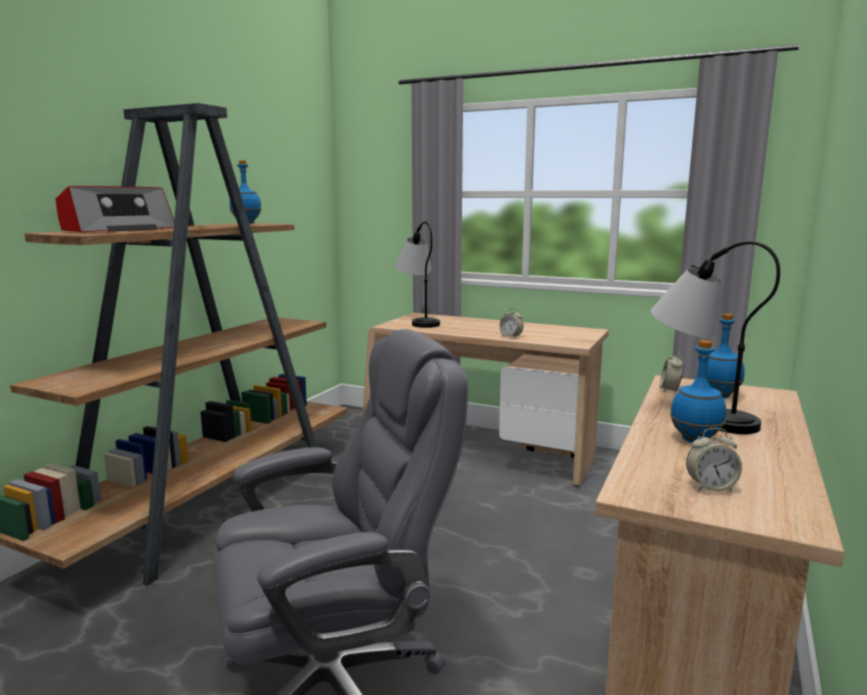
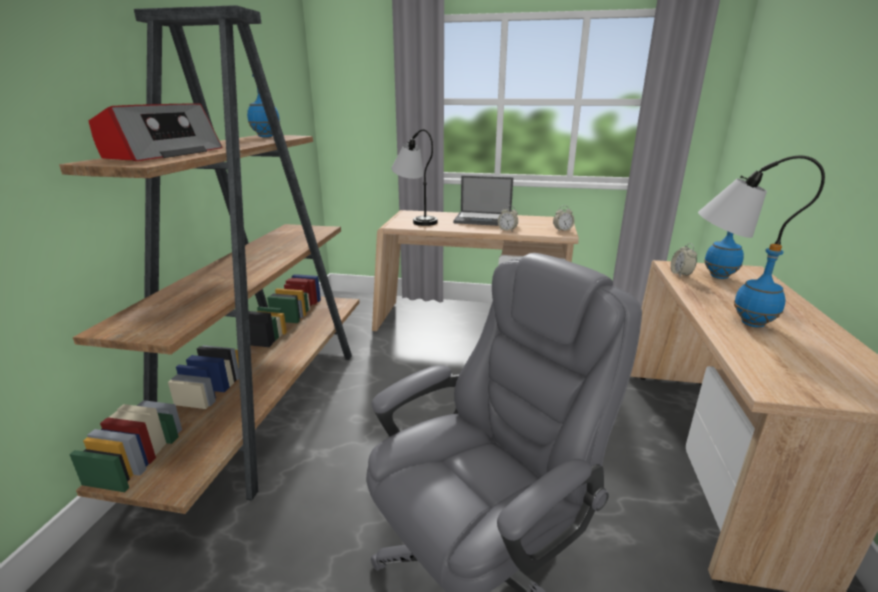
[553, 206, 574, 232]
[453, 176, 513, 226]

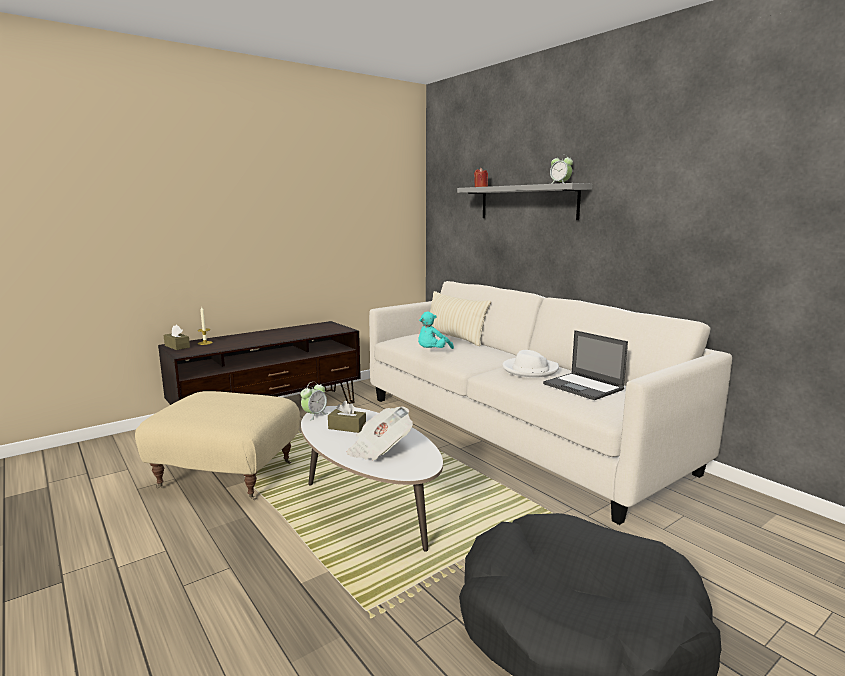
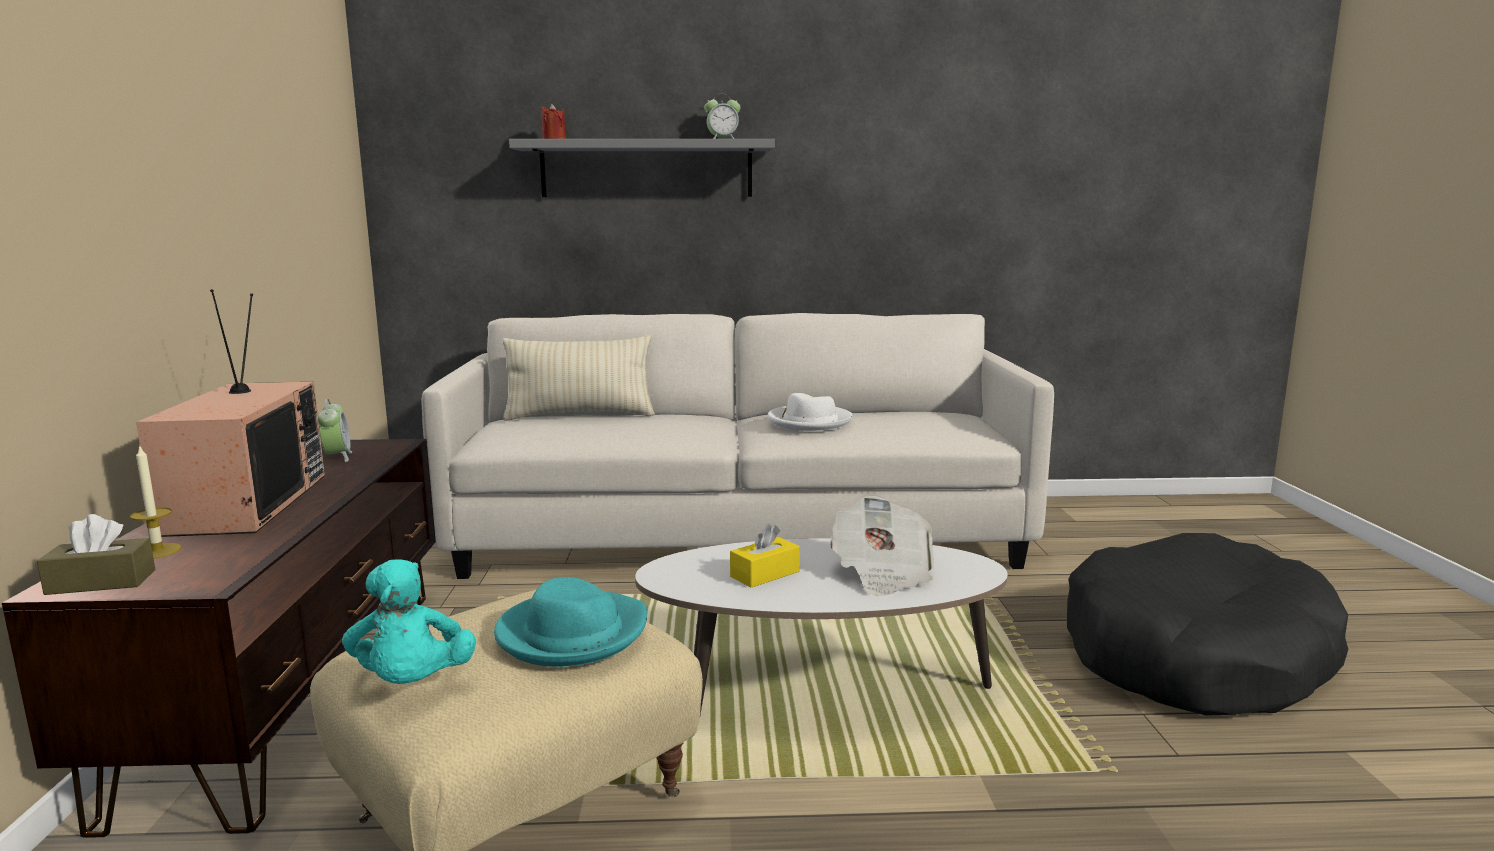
[318, 399, 352, 462]
[730, 523, 800, 587]
[342, 559, 476, 684]
[543, 330, 628, 400] (first image)
[136, 289, 325, 537]
[494, 577, 647, 667]

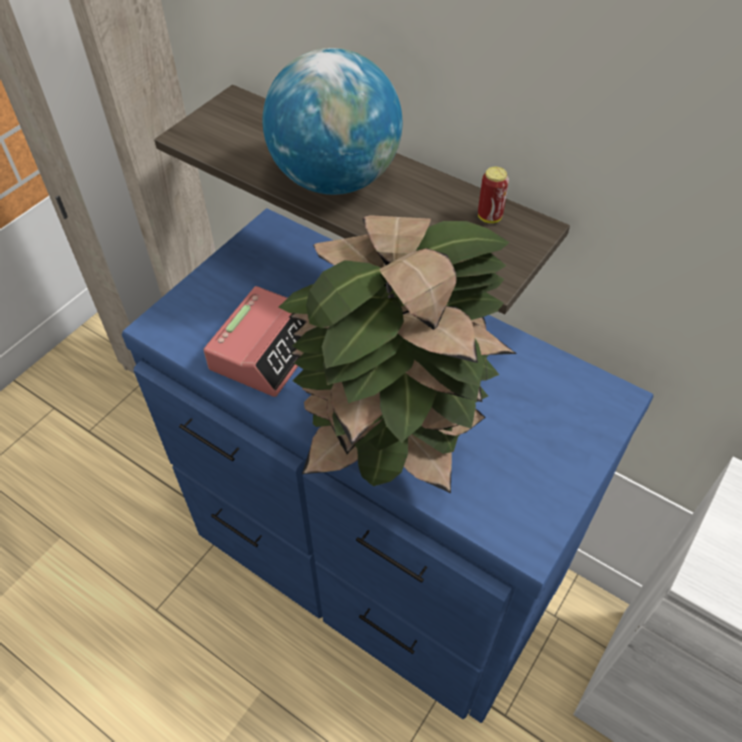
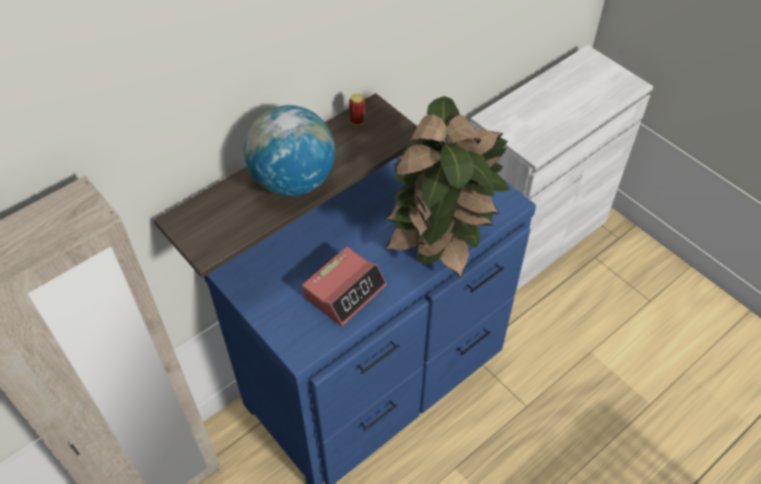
[302, 247, 386, 326]

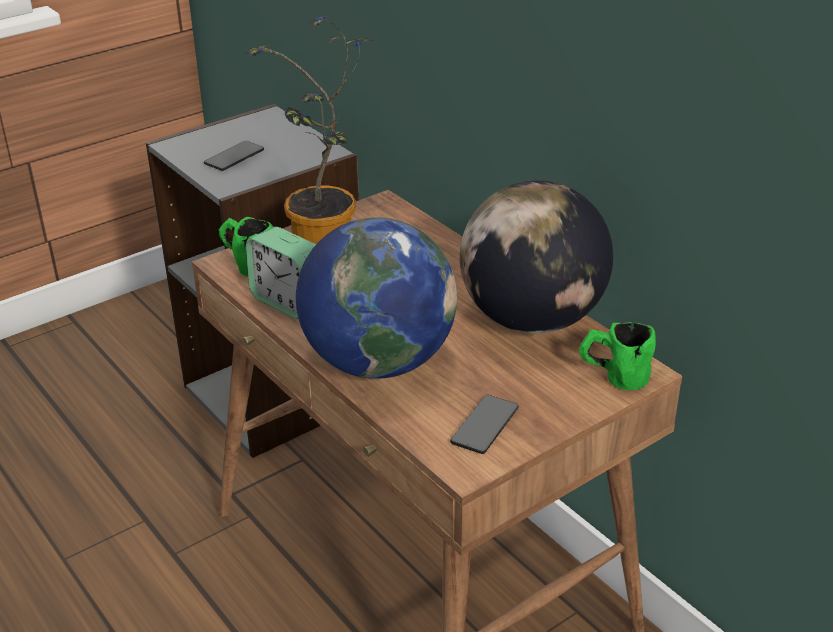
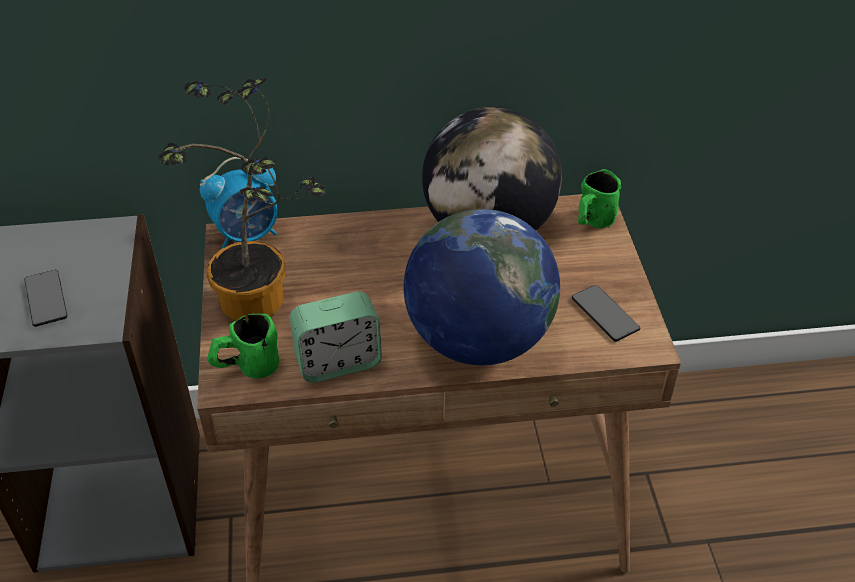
[200, 157, 277, 249]

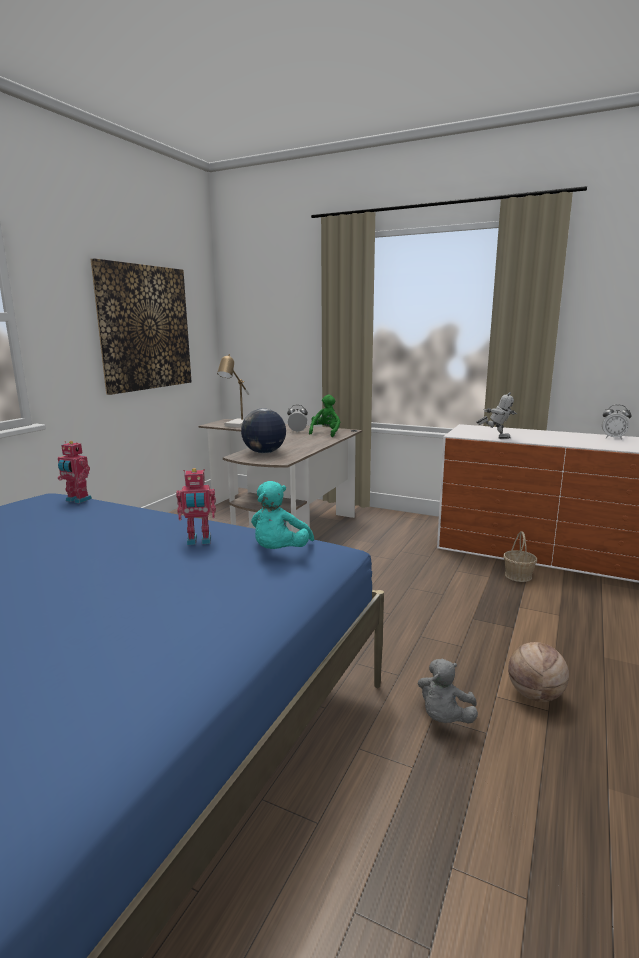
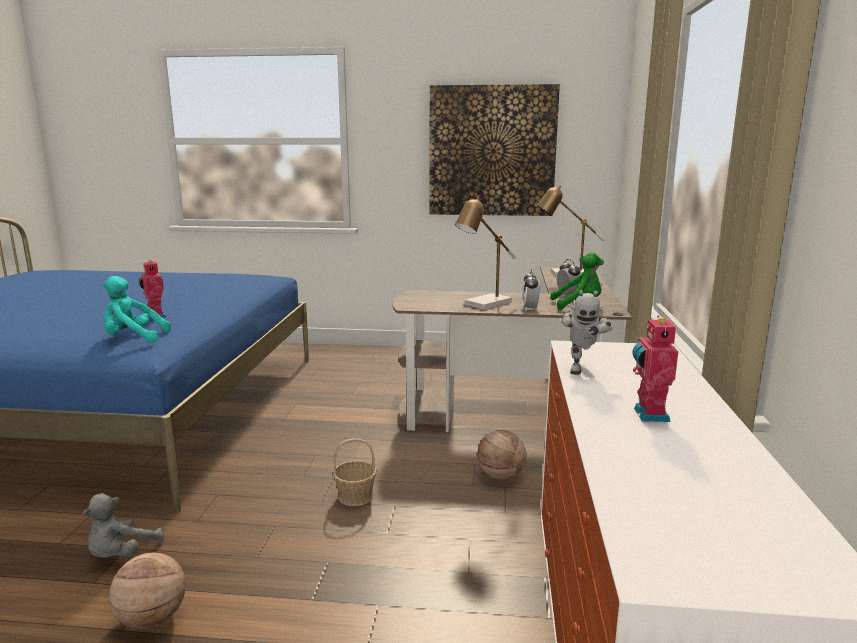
[632, 315, 678, 422]
[241, 408, 286, 454] (first image)
[82, 493, 165, 558]
[333, 438, 377, 506]
[522, 270, 540, 311]
[455, 197, 516, 310]
[477, 430, 526, 480]

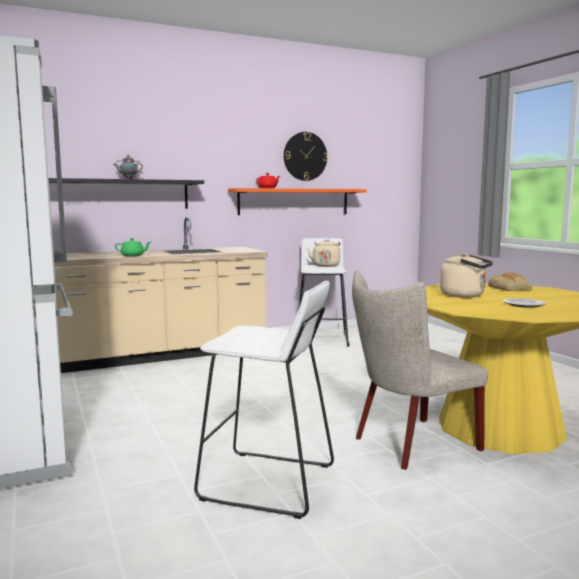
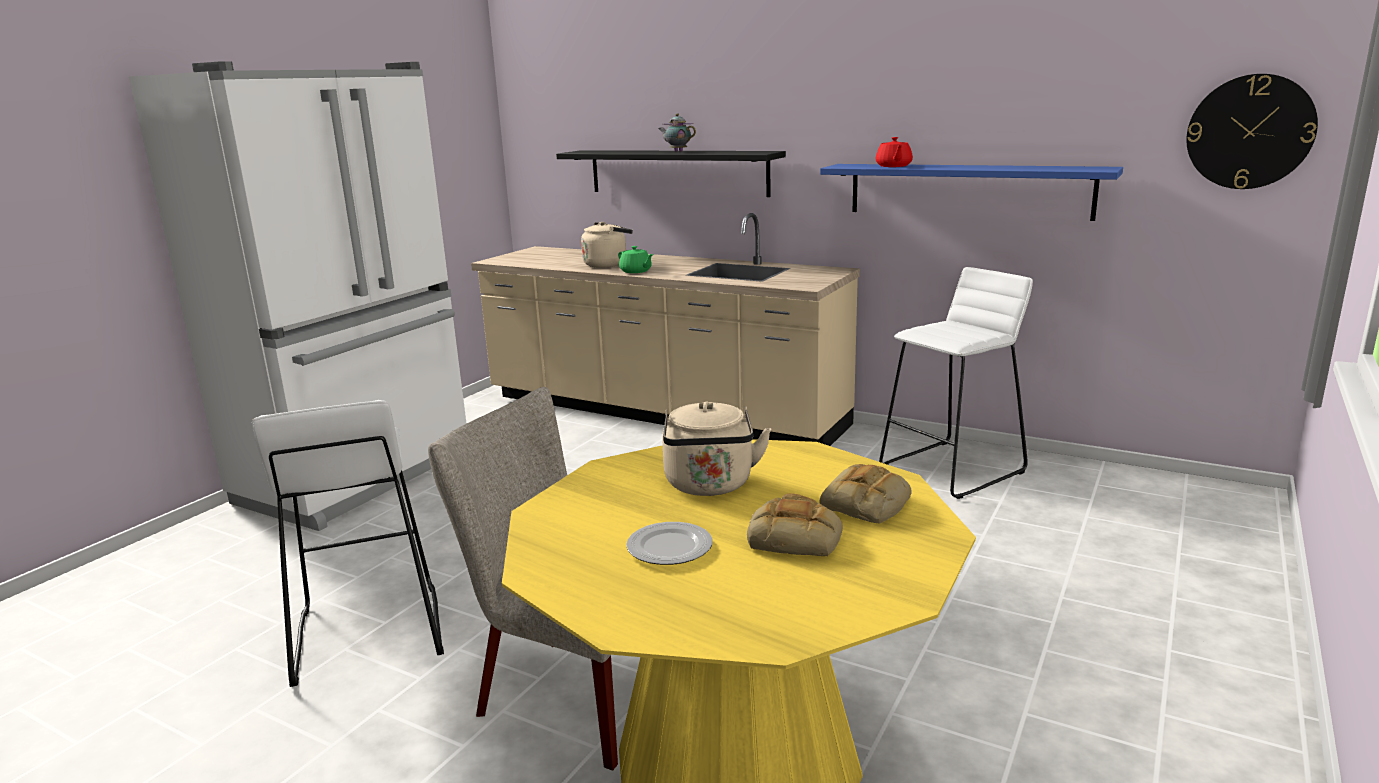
[820, 164, 1123, 221]
[1186, 74, 1318, 189]
[581, 222, 633, 268]
[747, 493, 843, 557]

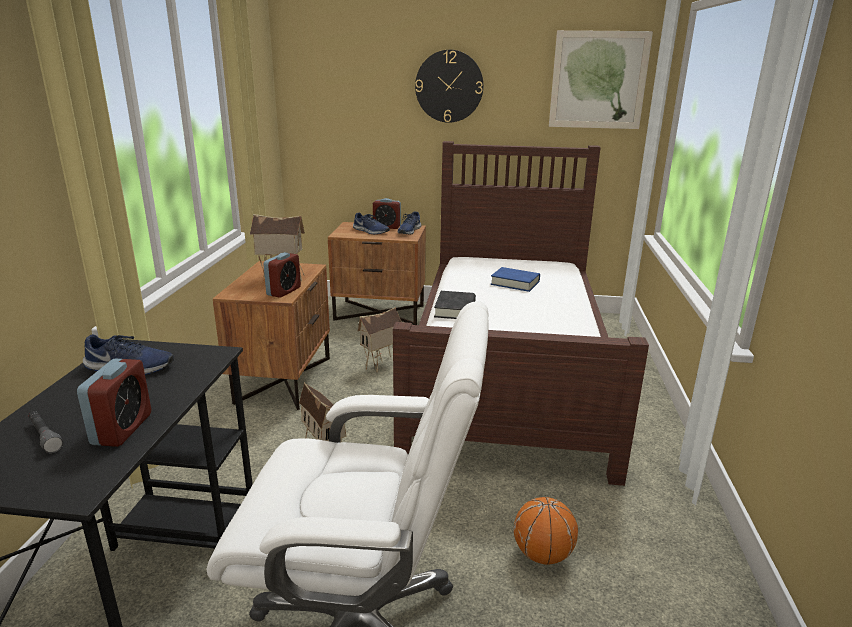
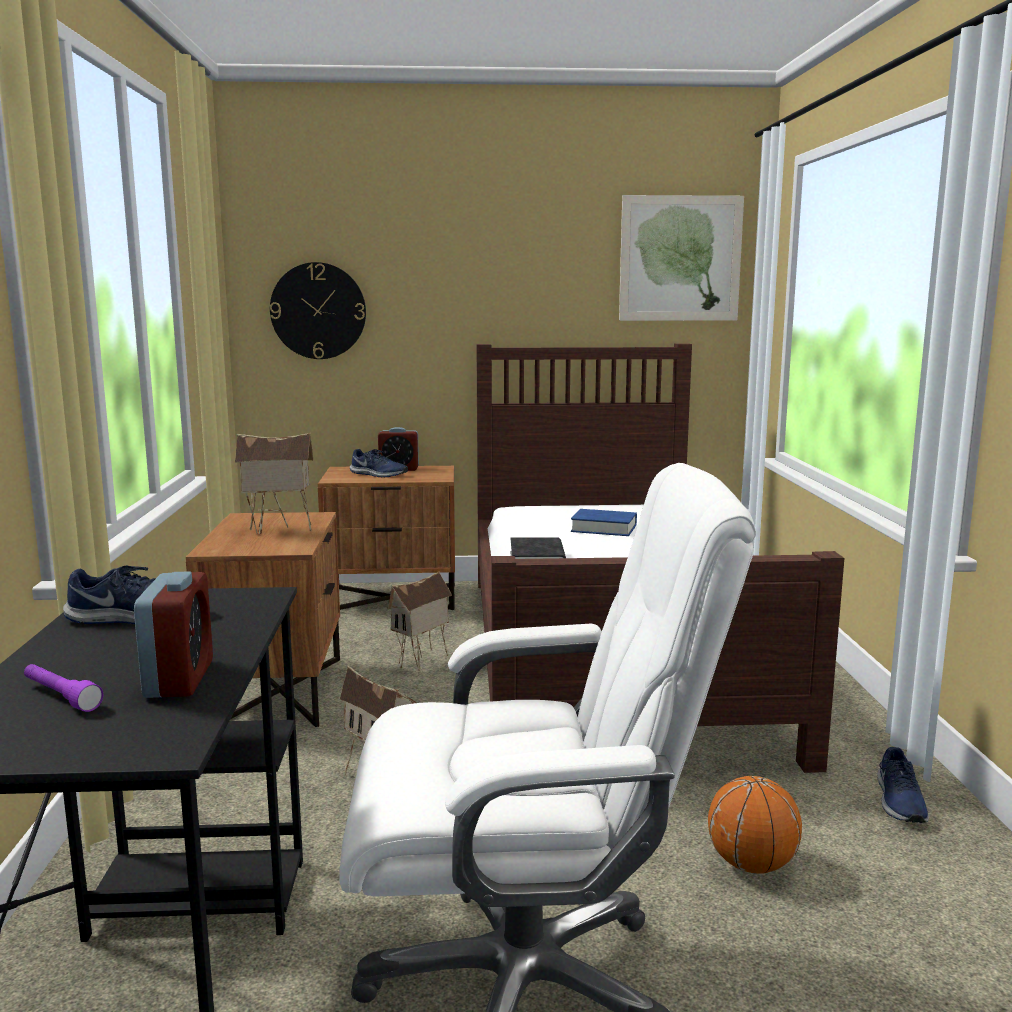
[24, 664, 103, 712]
[263, 252, 301, 298] (first image)
[877, 747, 929, 823]
[270, 262, 366, 359]

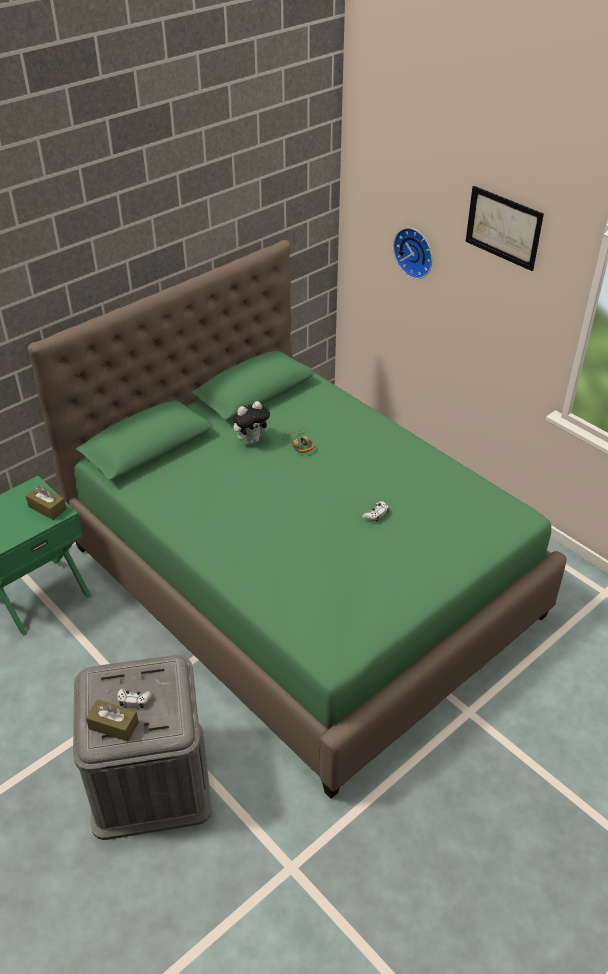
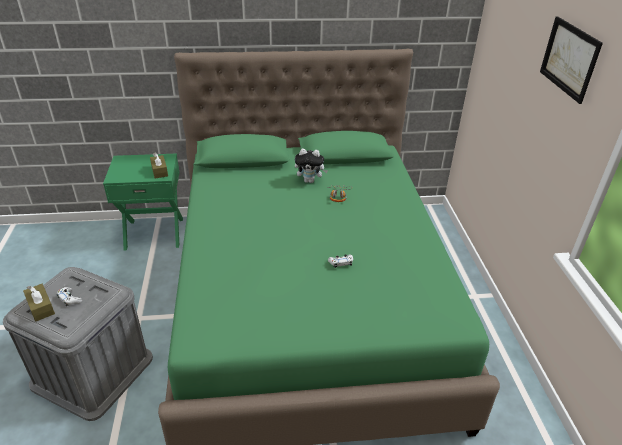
[393, 228, 432, 279] (first image)

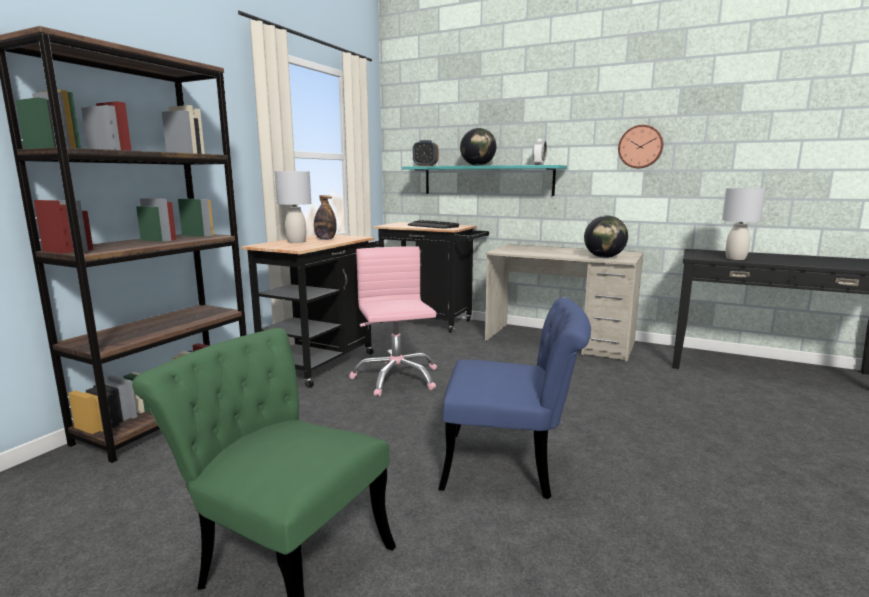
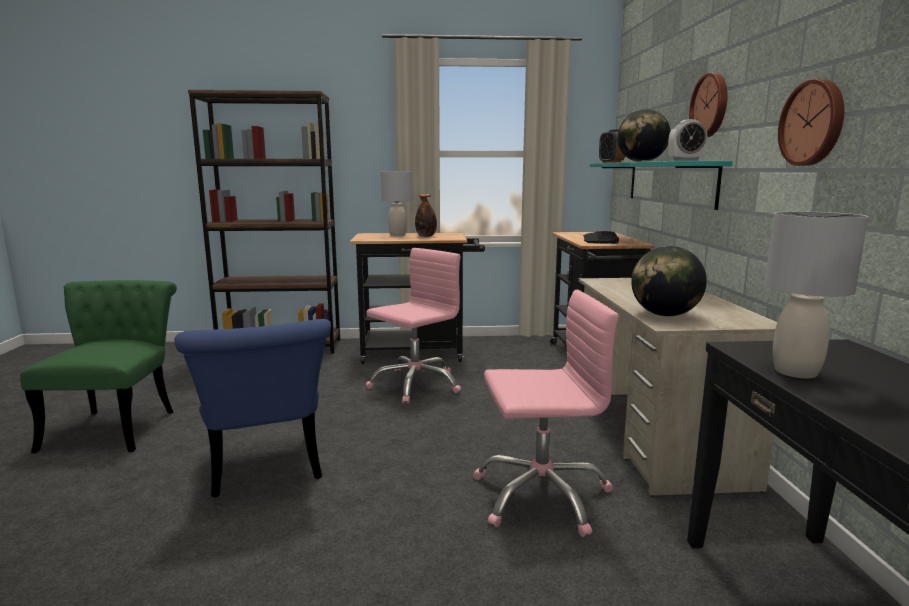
[473, 290, 619, 537]
[689, 73, 728, 137]

